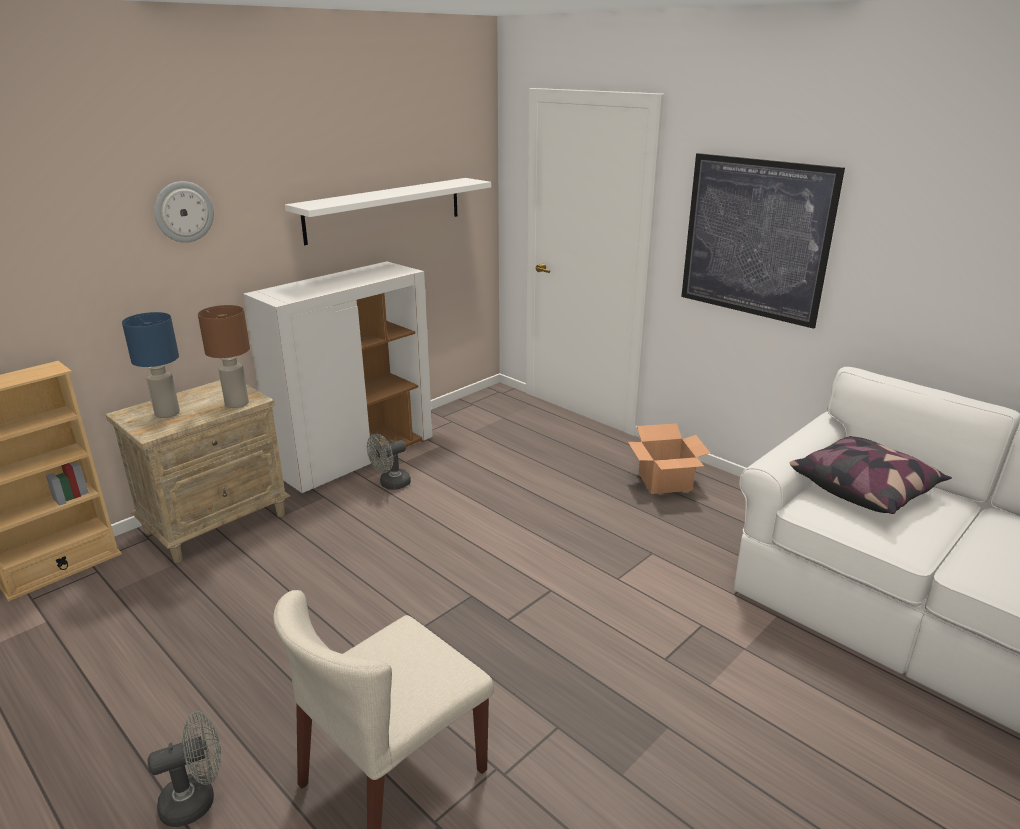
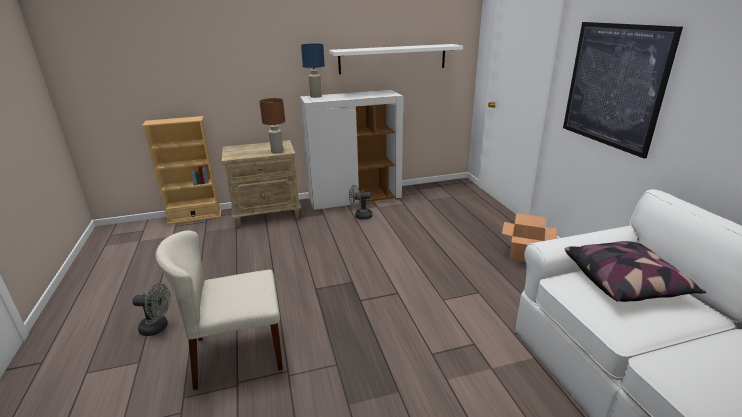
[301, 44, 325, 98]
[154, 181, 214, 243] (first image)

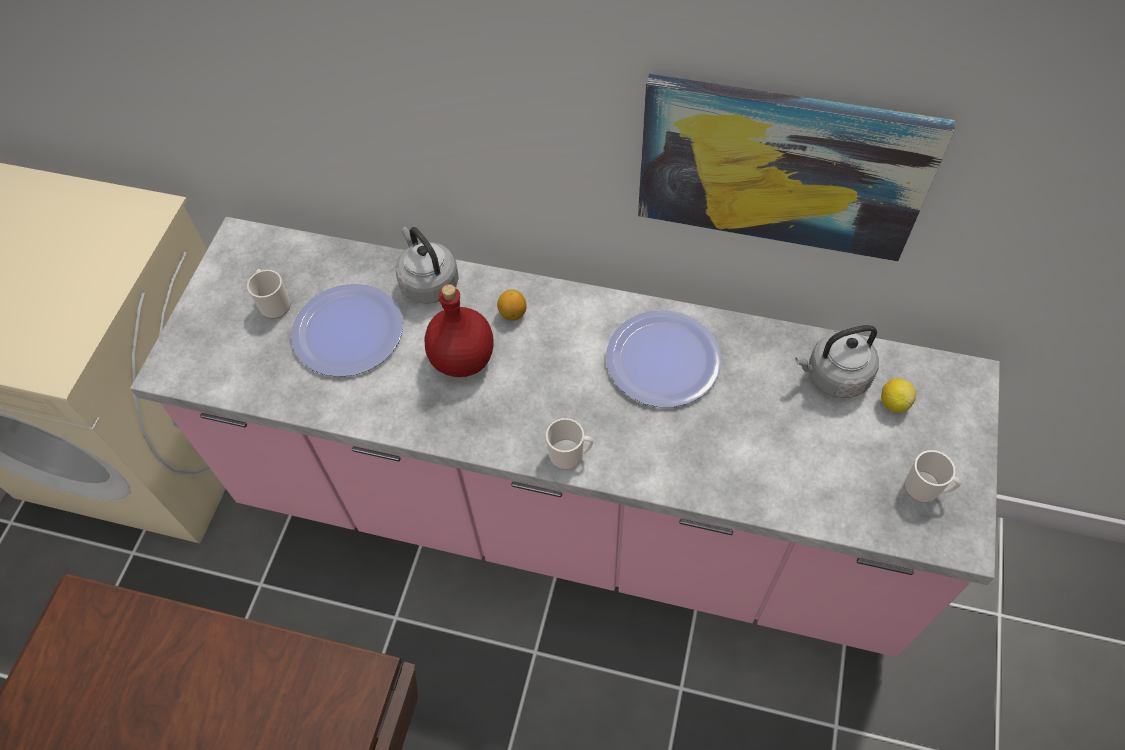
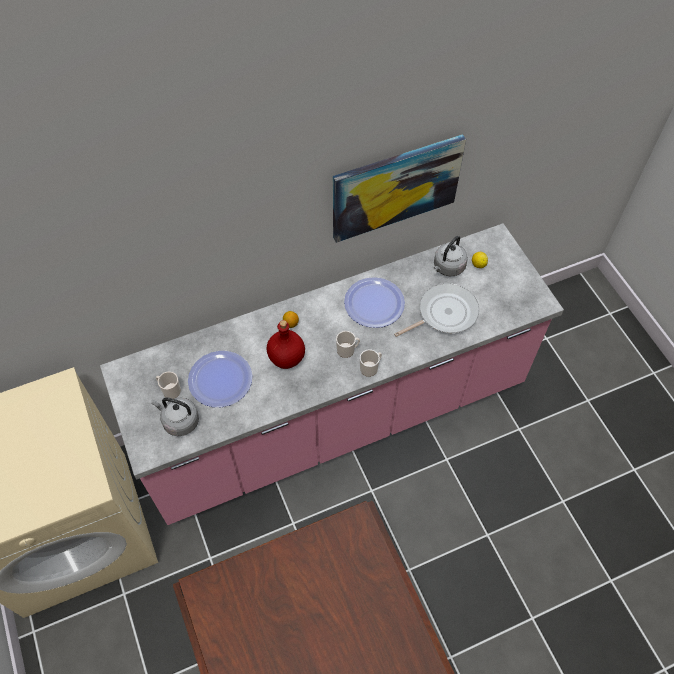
[151, 398, 199, 436]
[336, 331, 360, 358]
[394, 283, 479, 337]

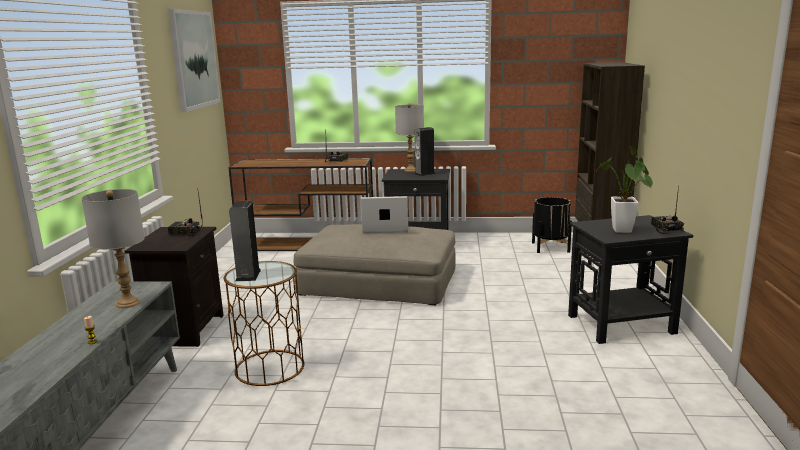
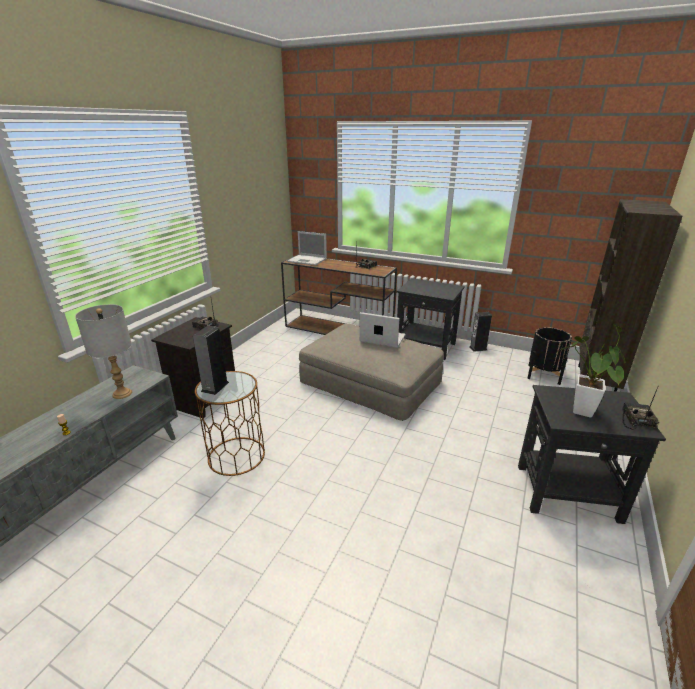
[168, 9, 221, 112] (first image)
[395, 103, 424, 172] (first image)
[470, 312, 492, 352]
[287, 231, 327, 266]

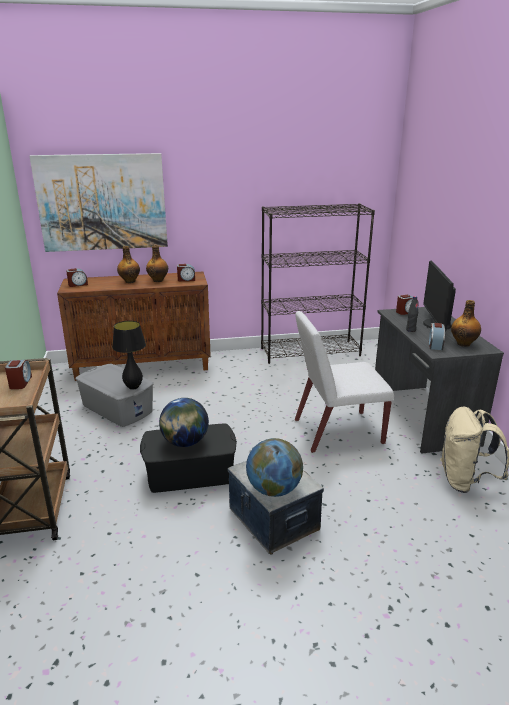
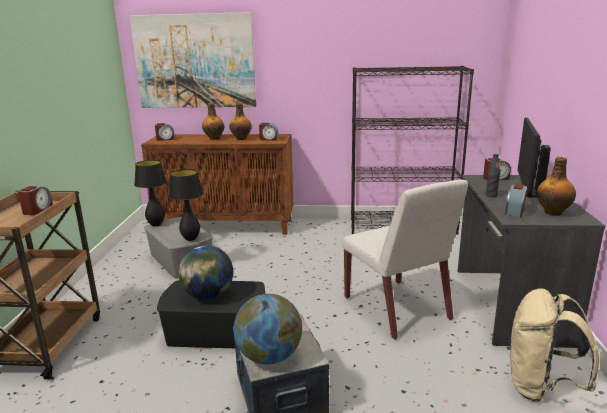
[342, 179, 468, 340]
[134, 160, 167, 227]

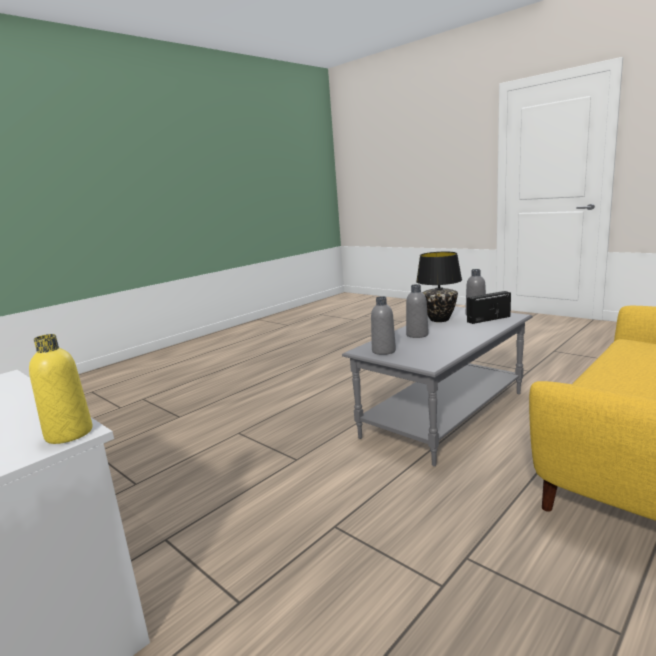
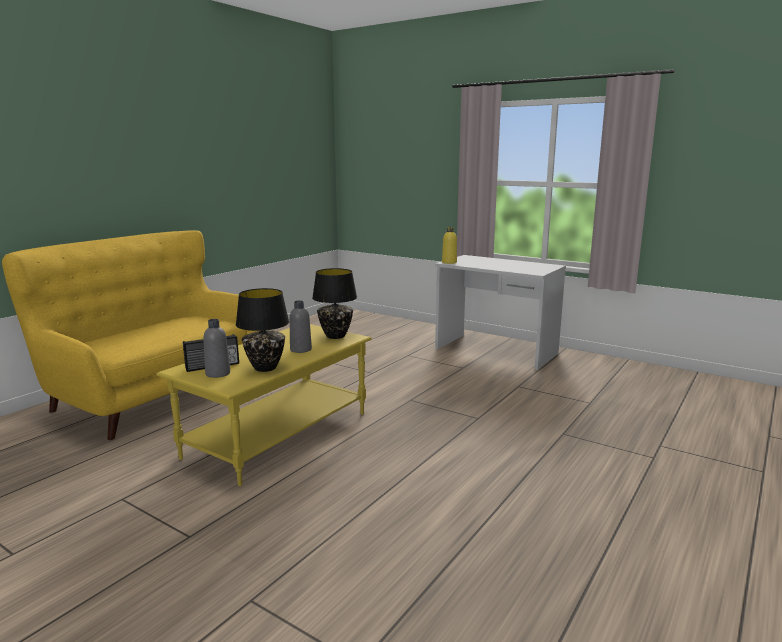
[156, 324, 372, 486]
[312, 268, 357, 339]

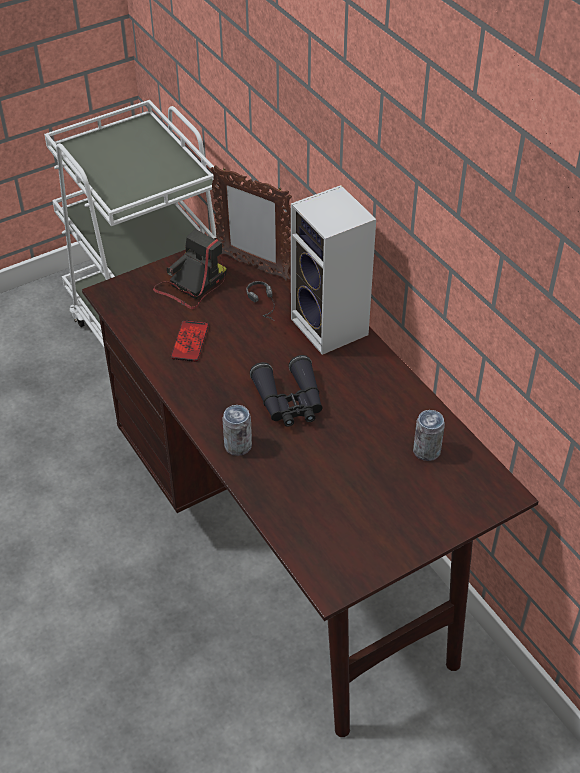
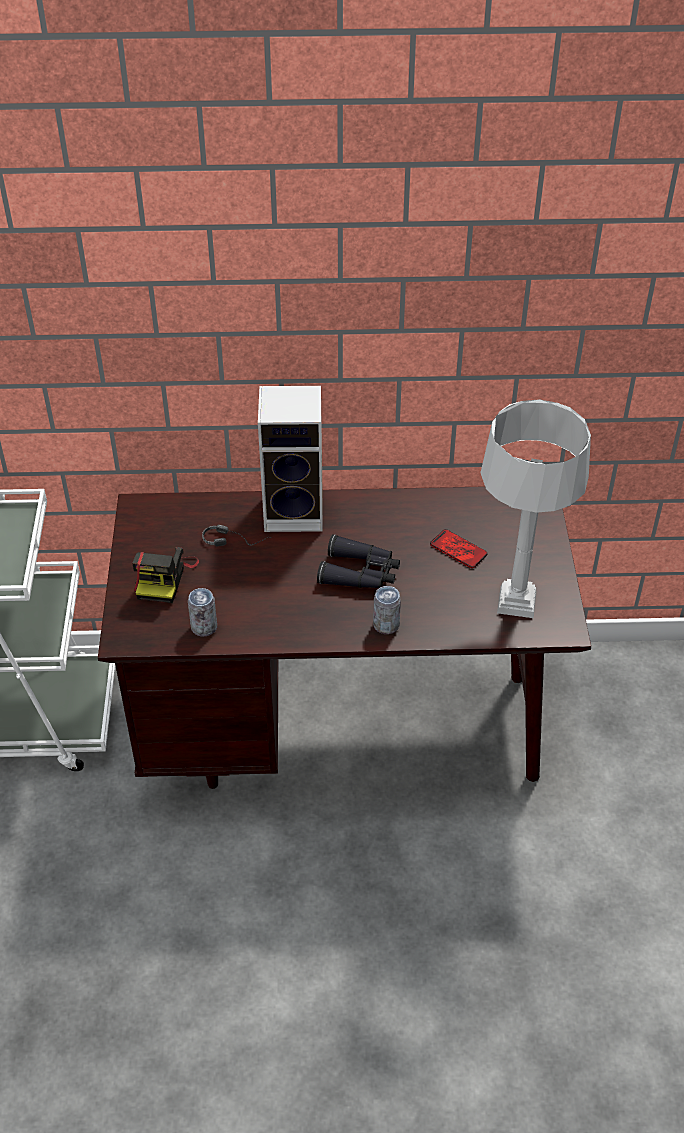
[132, 547, 199, 603]
[430, 529, 488, 568]
[210, 165, 292, 281] (first image)
[188, 588, 217, 636]
[480, 399, 591, 618]

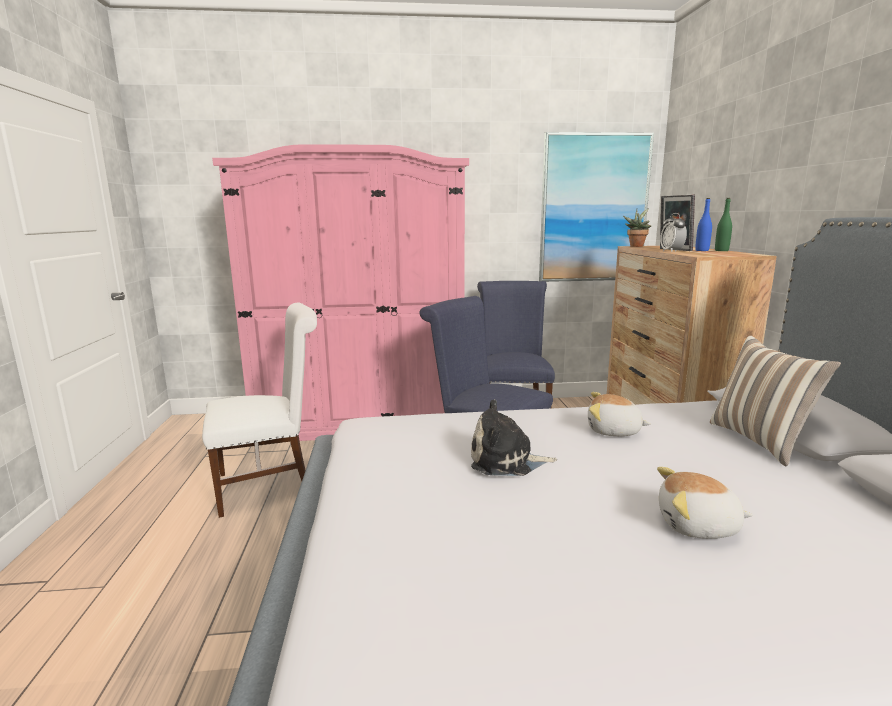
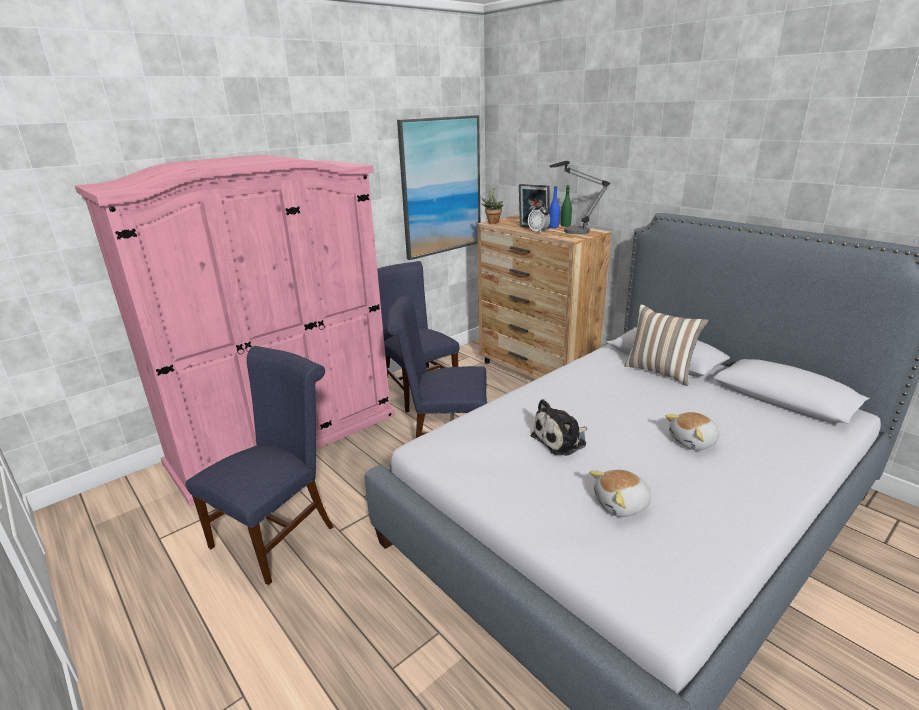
[185, 346, 334, 585]
[590, 470, 651, 517]
[550, 161, 611, 234]

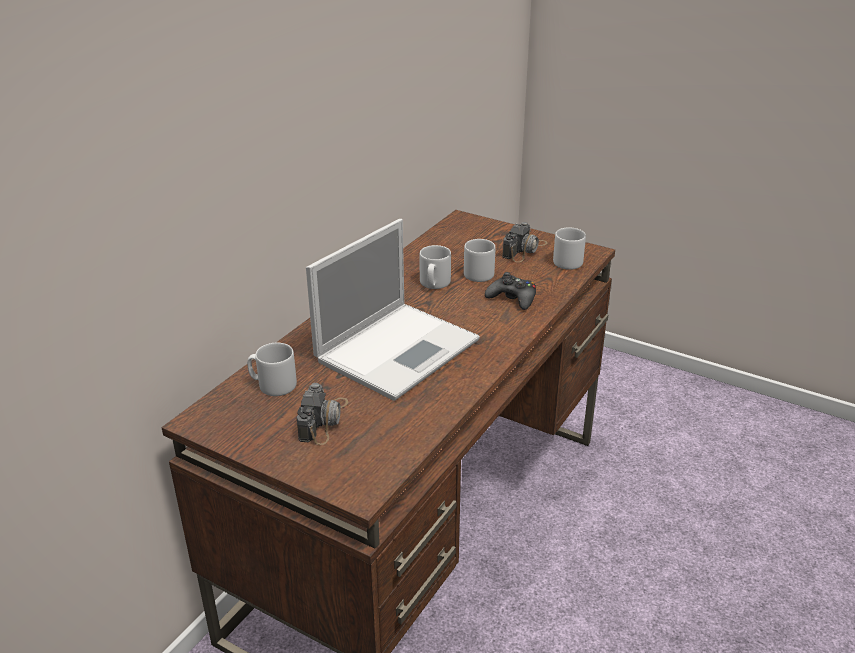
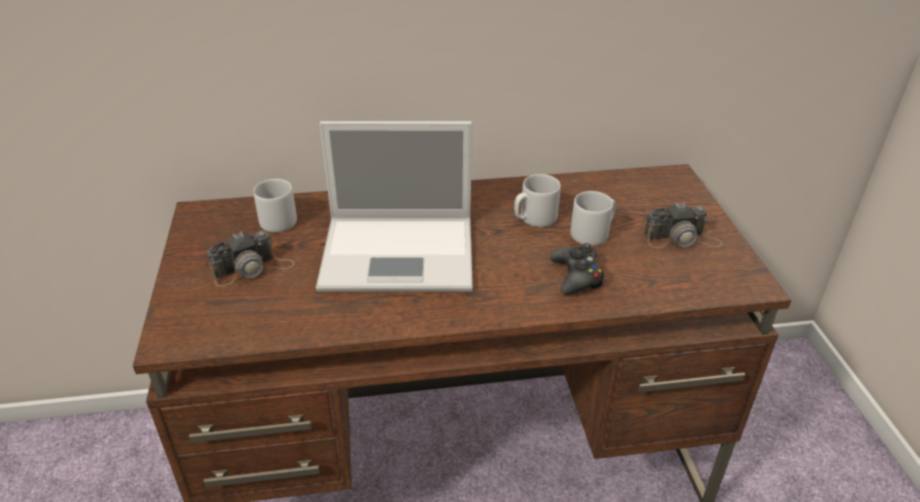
[553, 227, 586, 270] (first image)

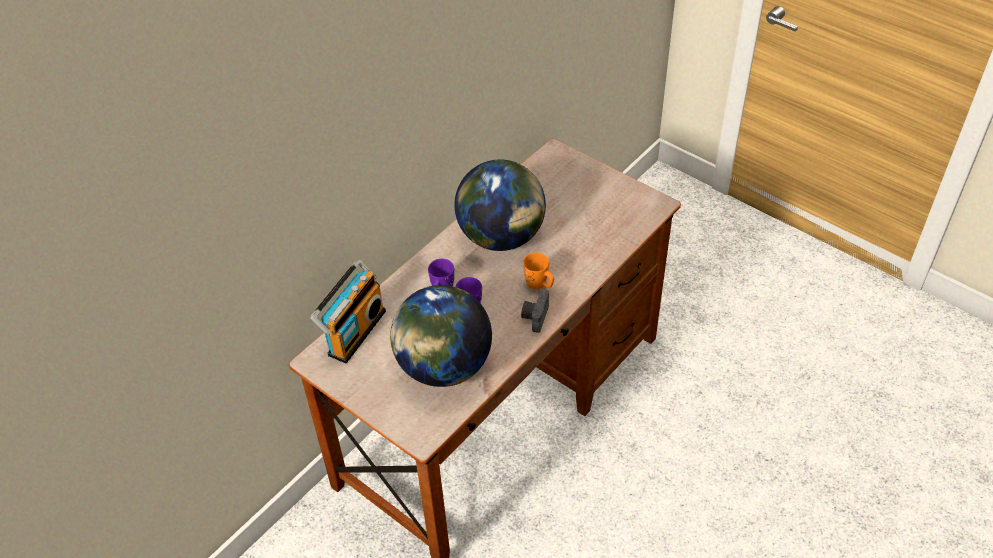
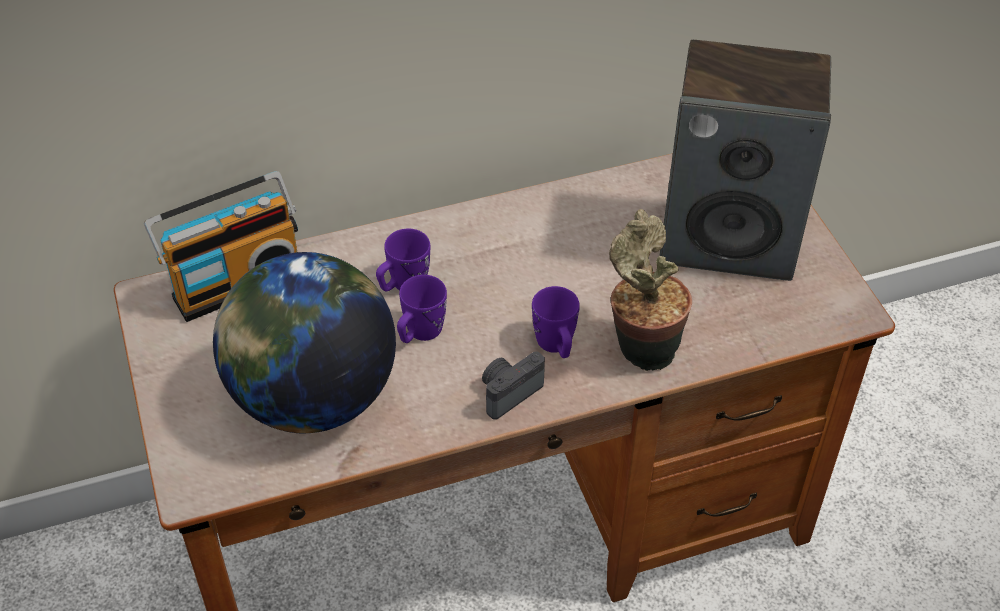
[454, 159, 546, 251] (first image)
[532, 286, 580, 358]
[609, 209, 692, 371]
[660, 40, 831, 281]

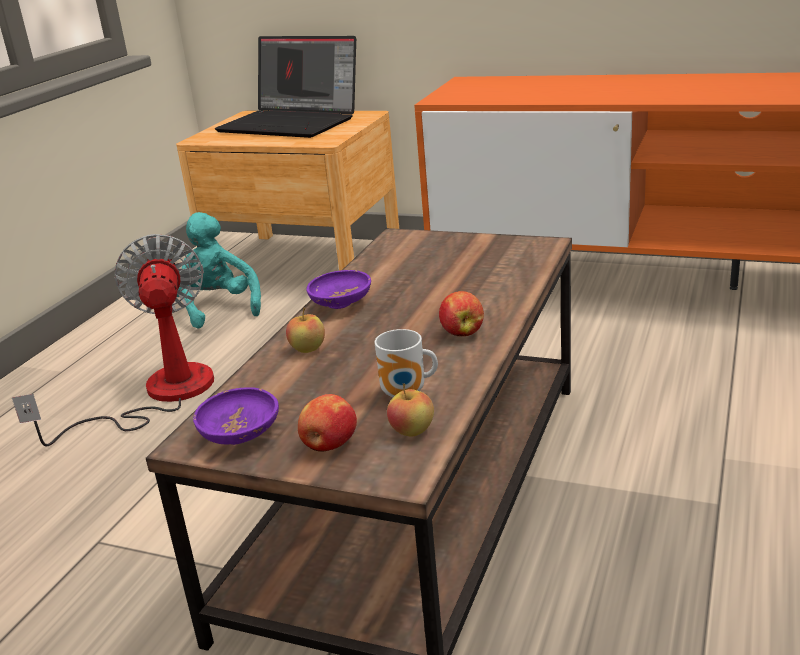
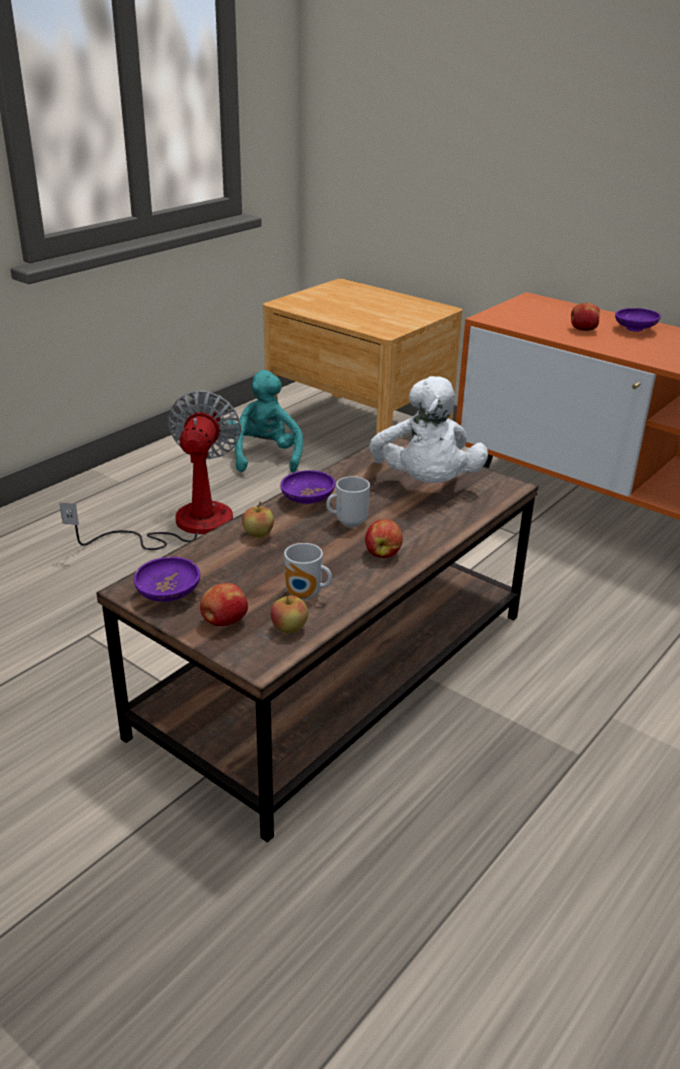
[215, 36, 356, 138] (first image)
[326, 476, 370, 527]
[370, 376, 488, 483]
[571, 303, 600, 331]
[615, 308, 661, 331]

